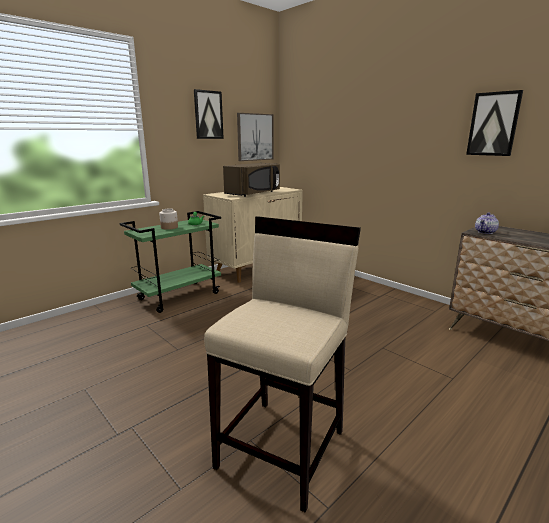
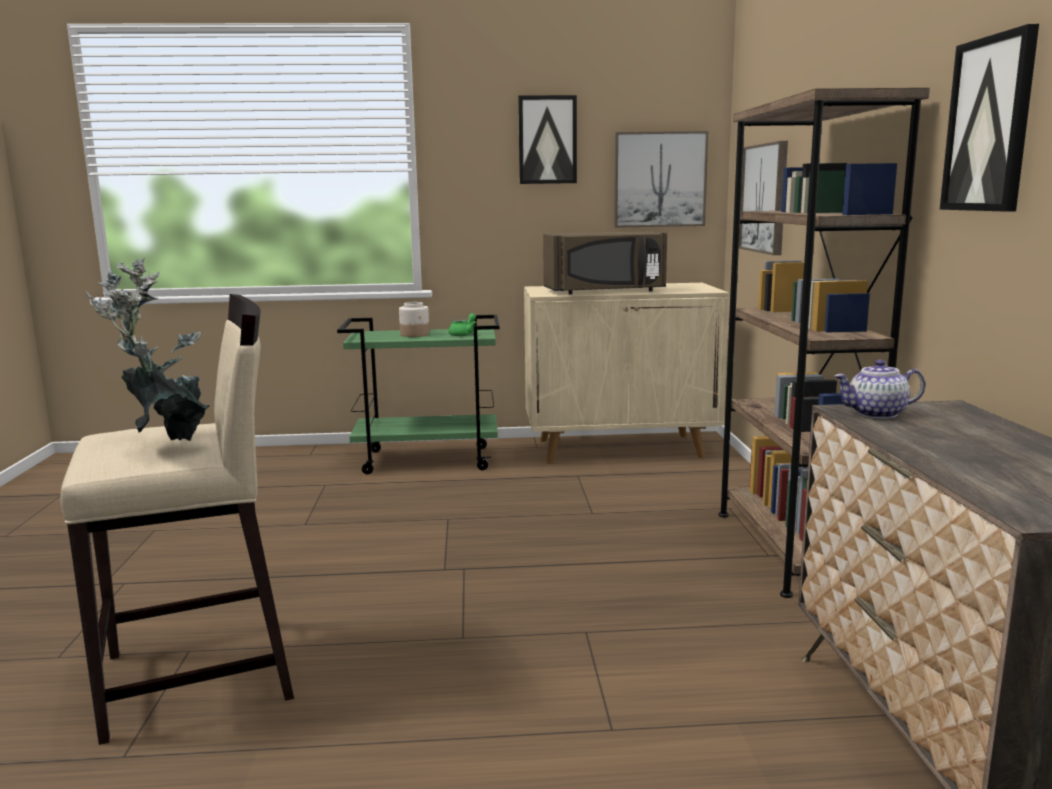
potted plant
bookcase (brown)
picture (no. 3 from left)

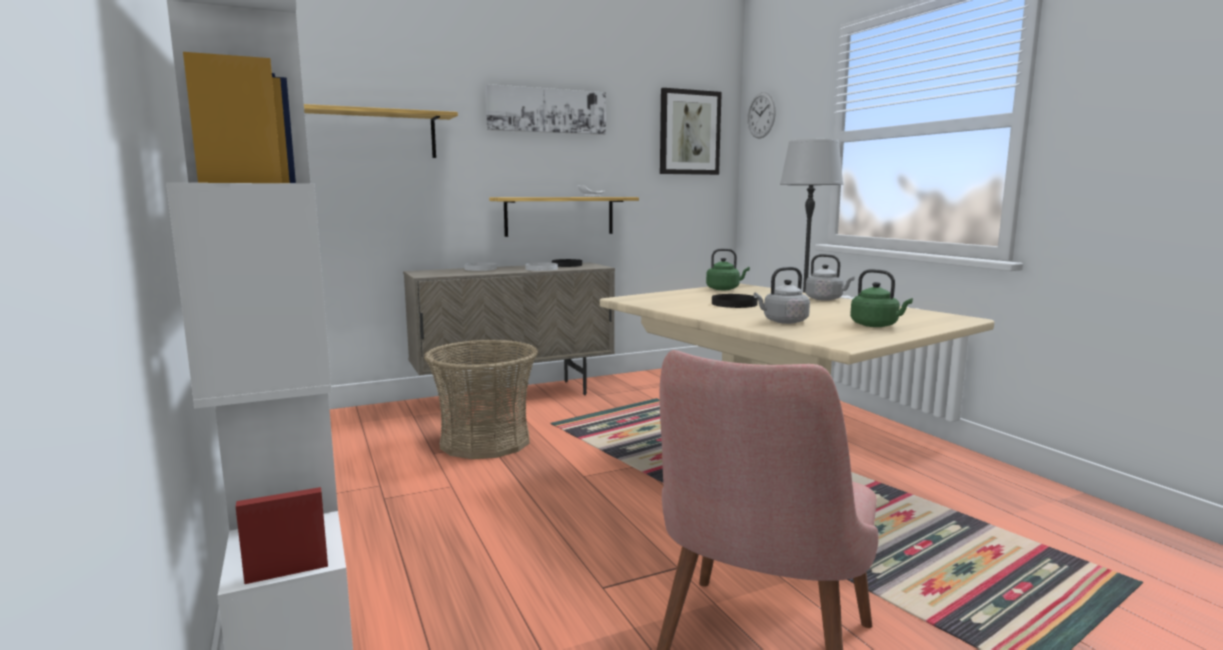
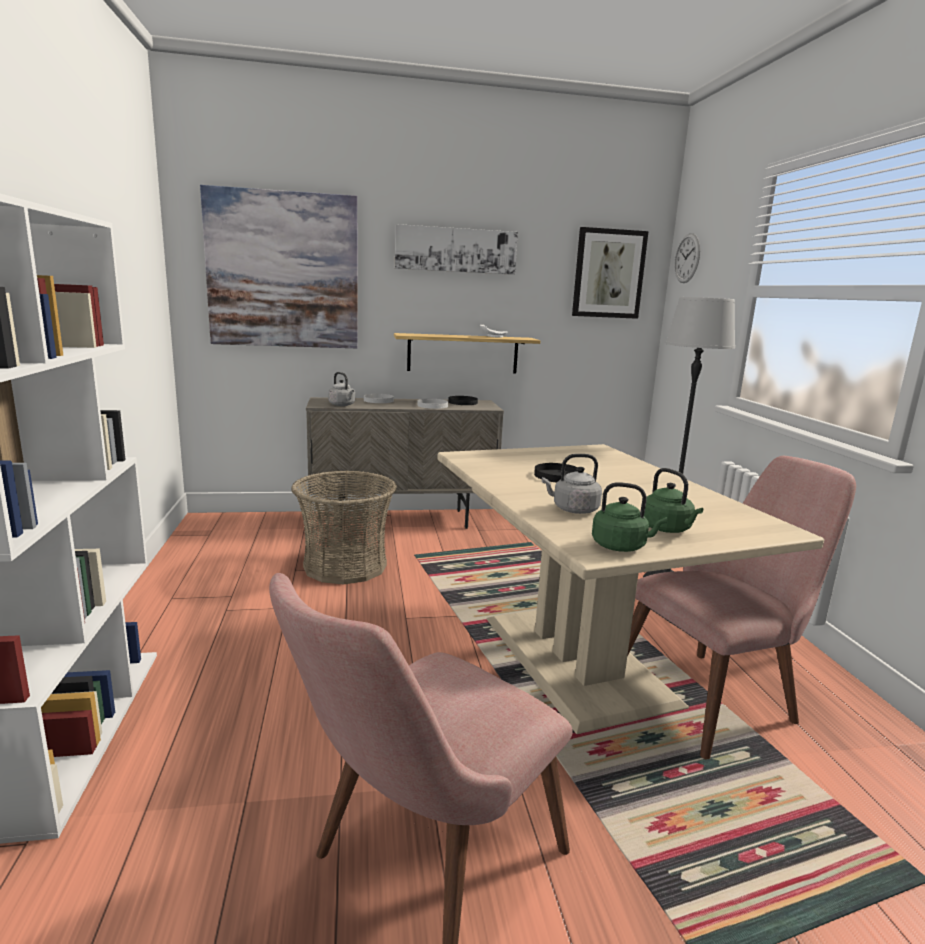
chair (pink) (no. 2 from left)
kettle (green) (no. 1 from left)
kettle (grey) (no. 1 from left)
picture (no. 1 from left)

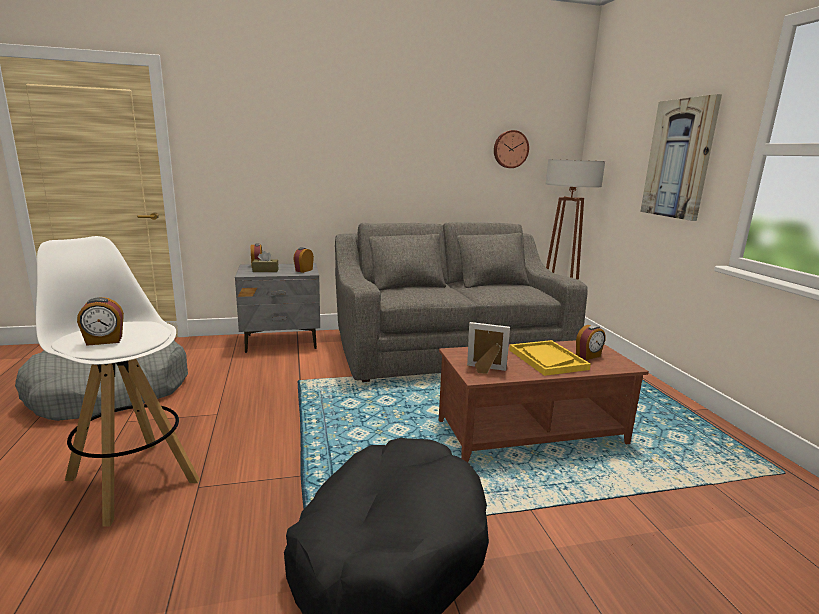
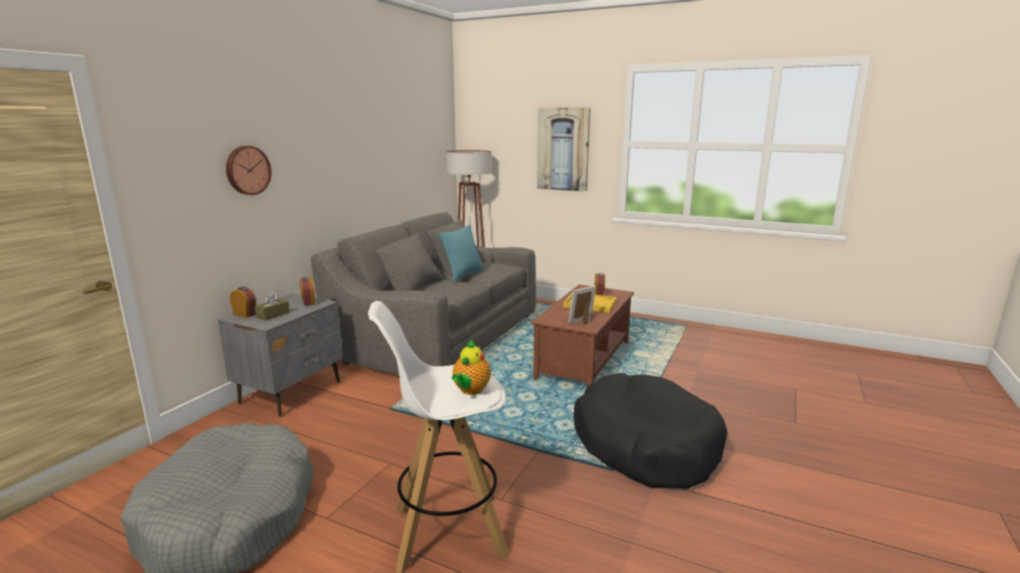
pillow (turquoise)
wall clock
teapot

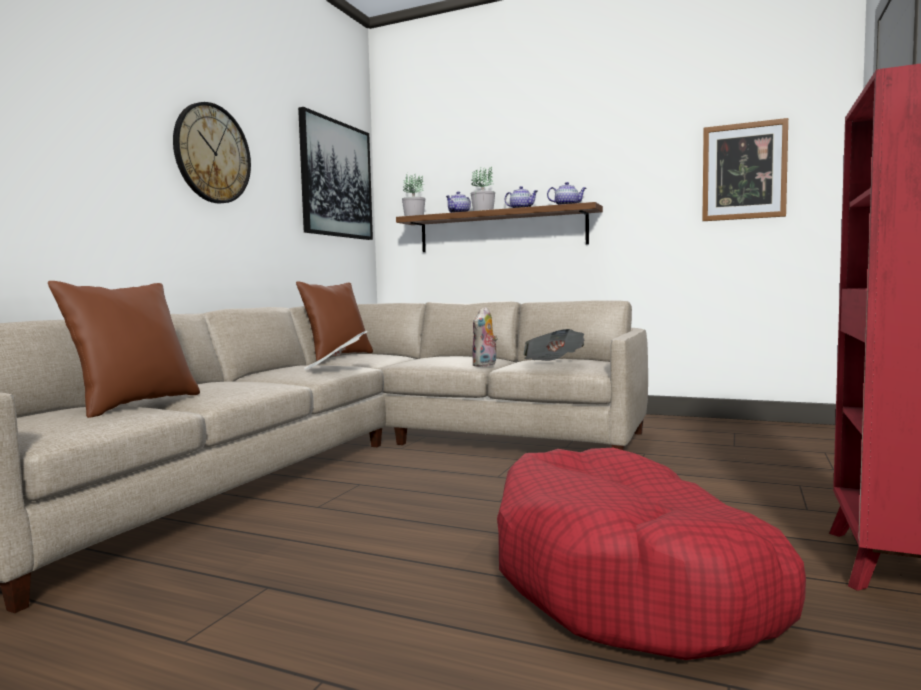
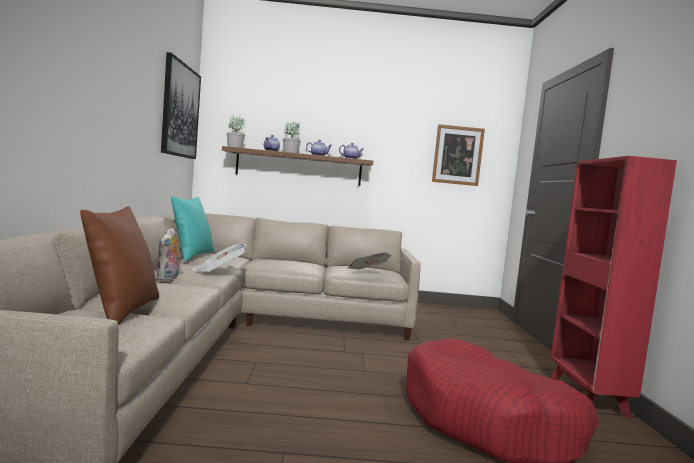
wall clock
plush toy
pillow (turquoise)

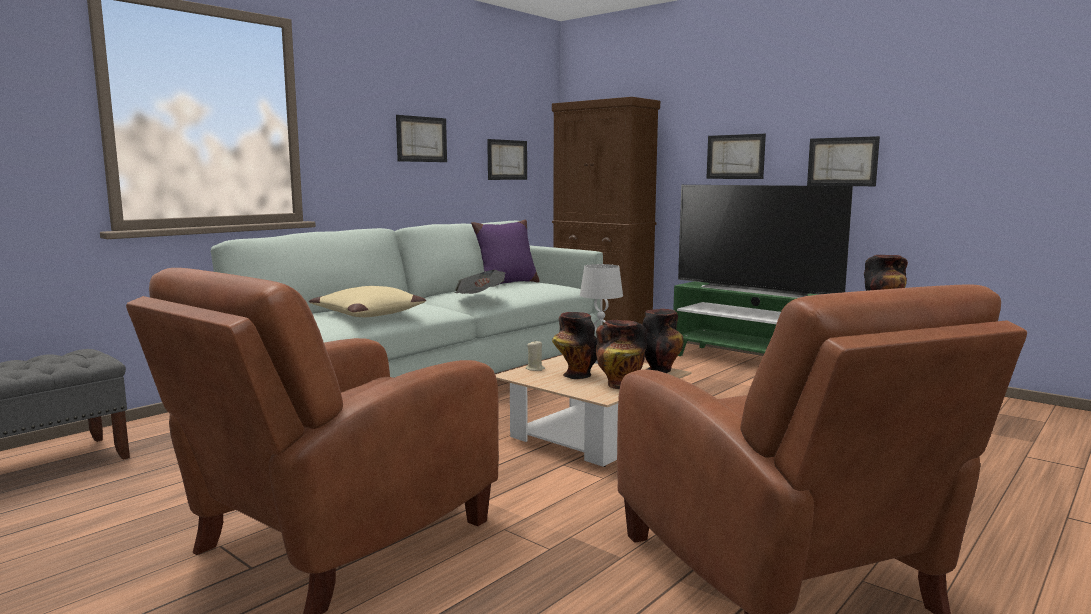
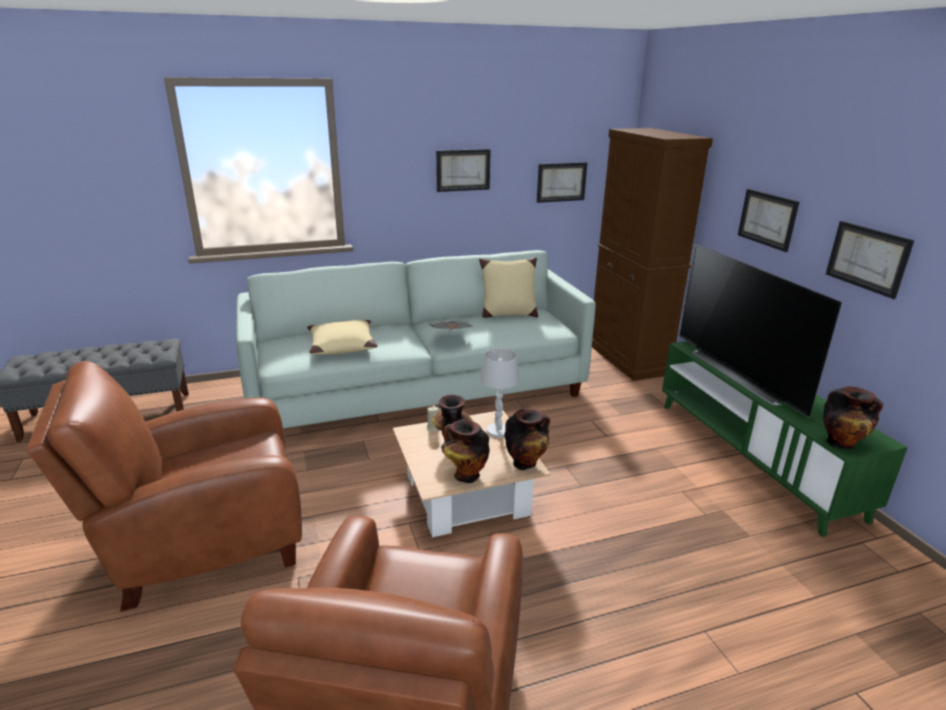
pillow (beige) (no. 2 from left)

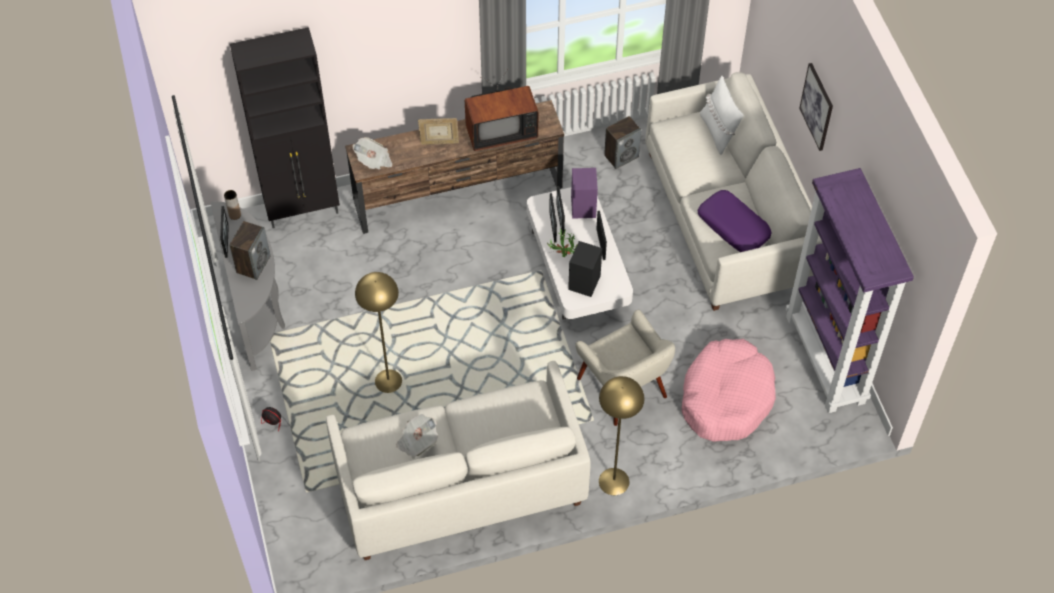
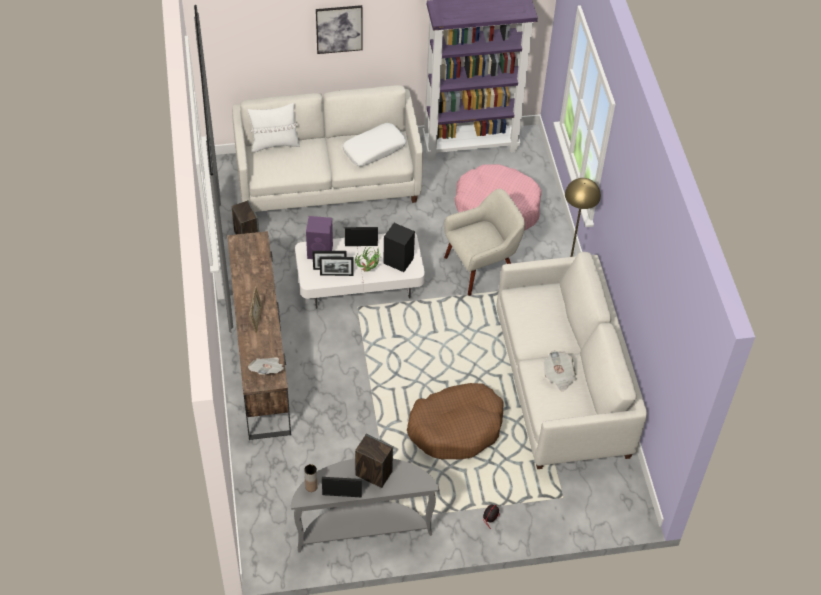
cabinet (black)
television
dog bed (brown)
pillow (white) (no. 2 from left)

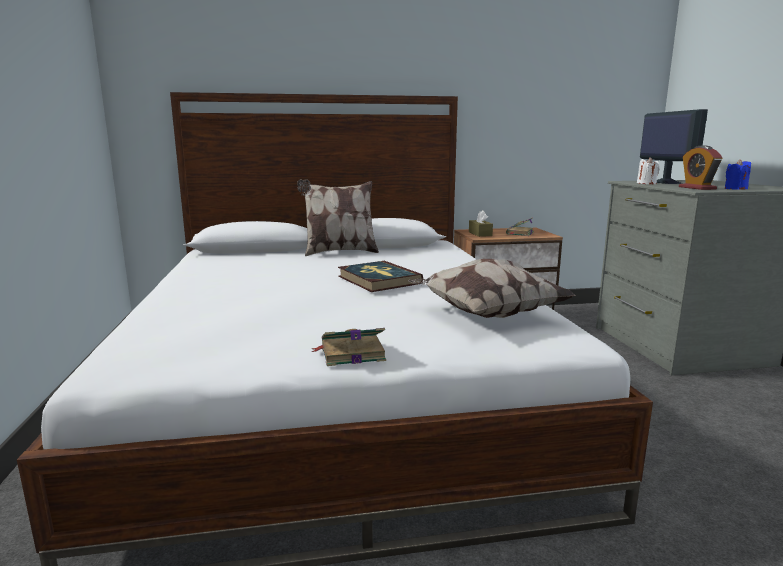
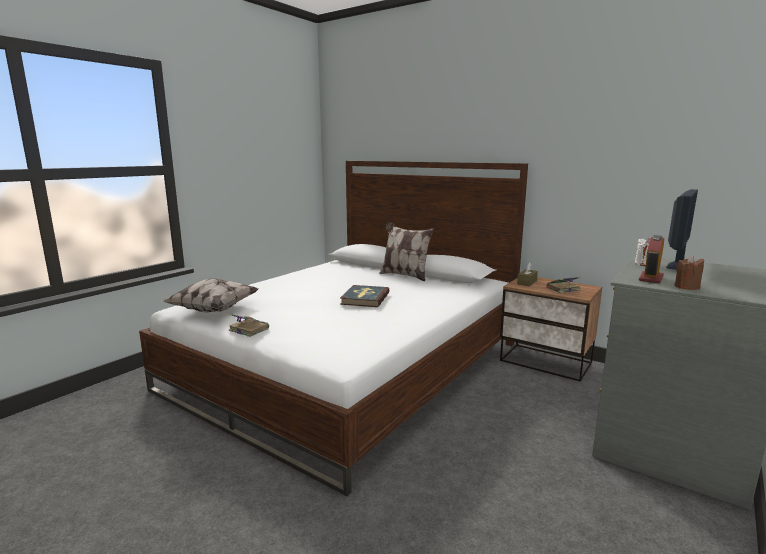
pillow (no. 1 from left)
candle (brown)

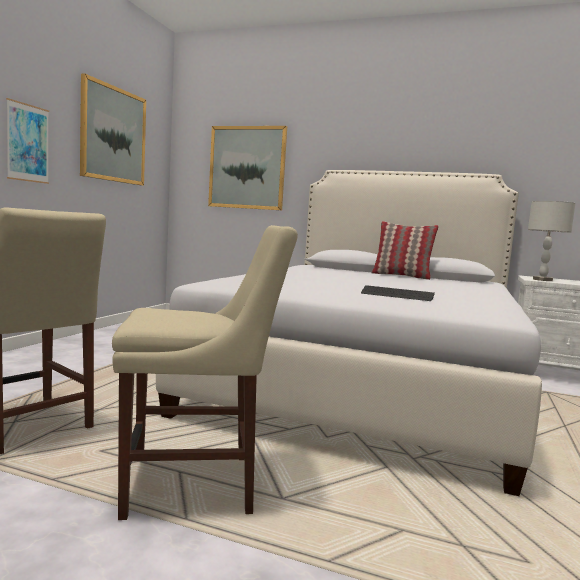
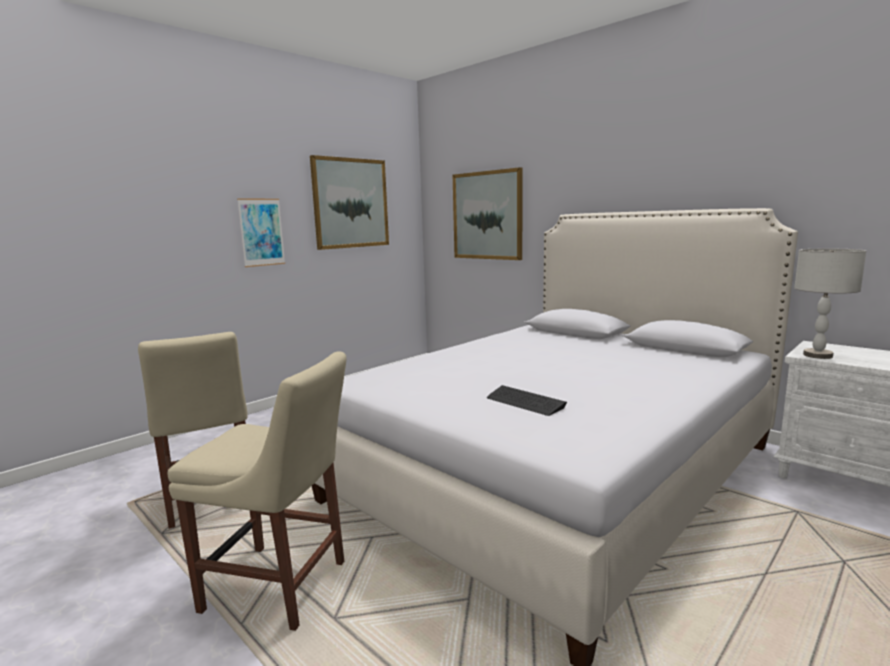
pillow

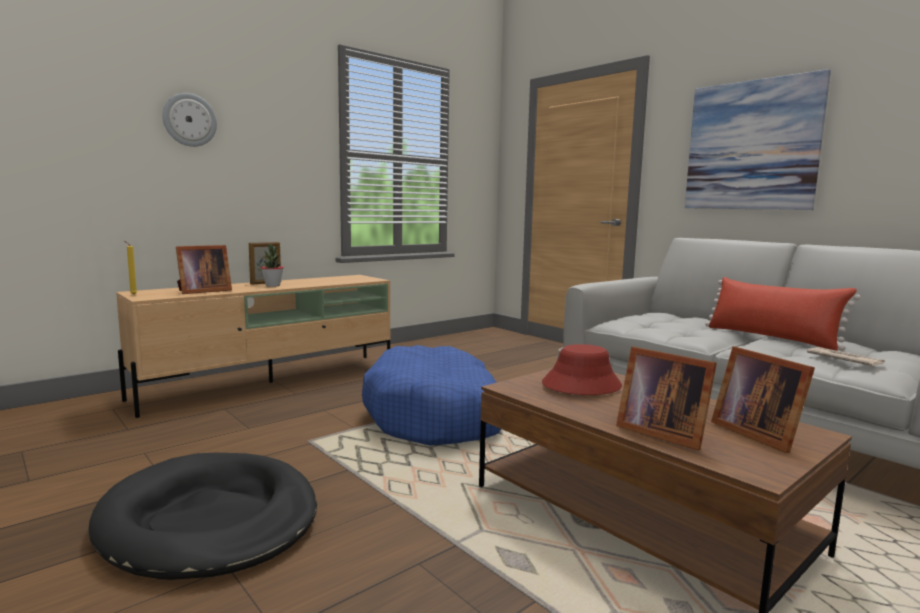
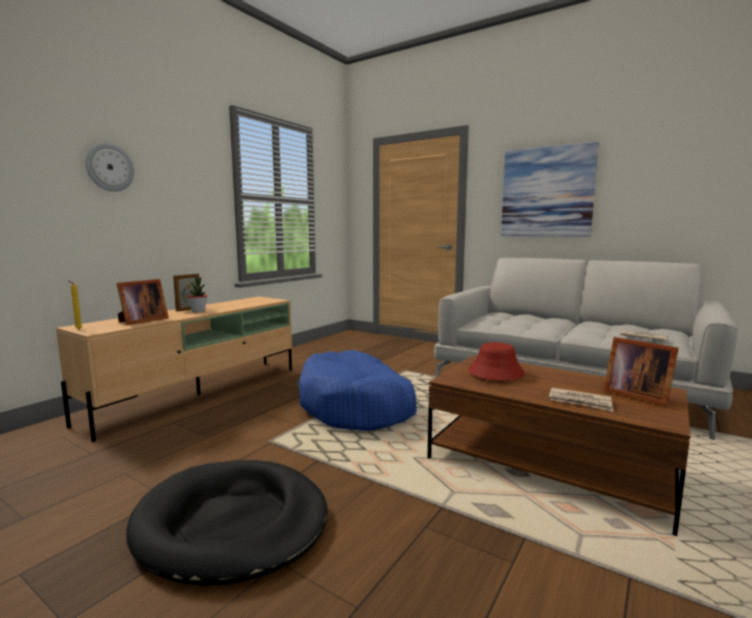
pillow (red)
newspaper (no. 1 from left)

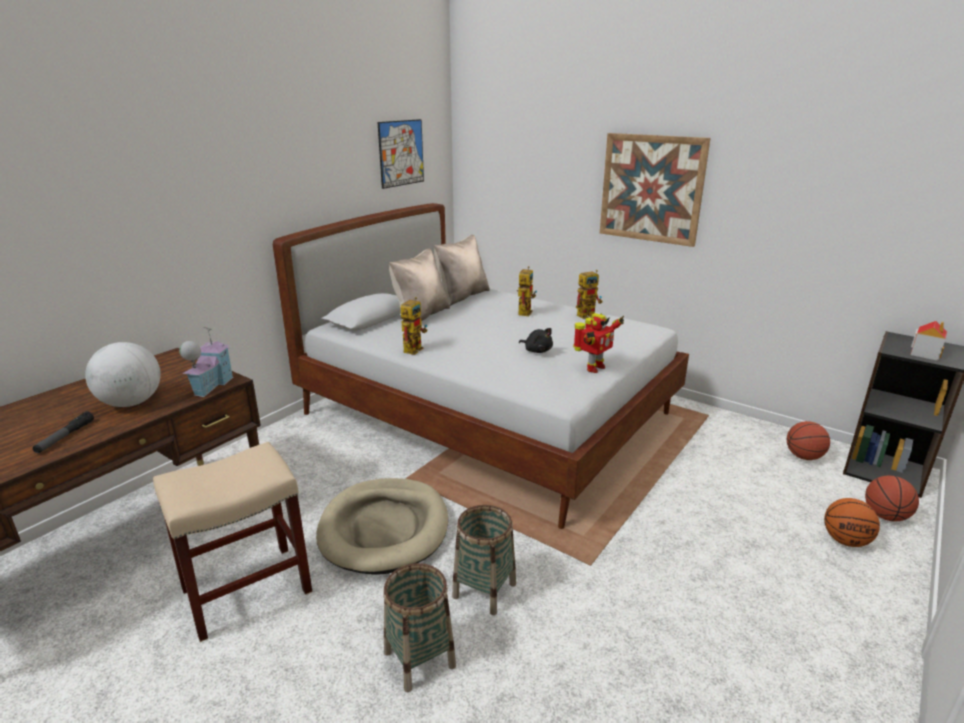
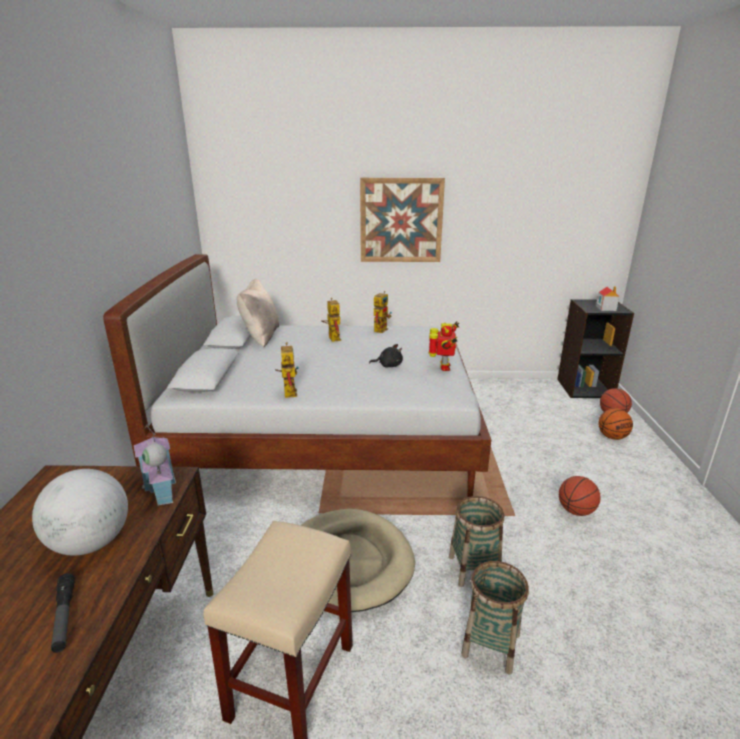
picture (no. 1 from left in the first image)
pillow (beige) (no. 1 from left in the first image)
basketball (no. 1 from left)

